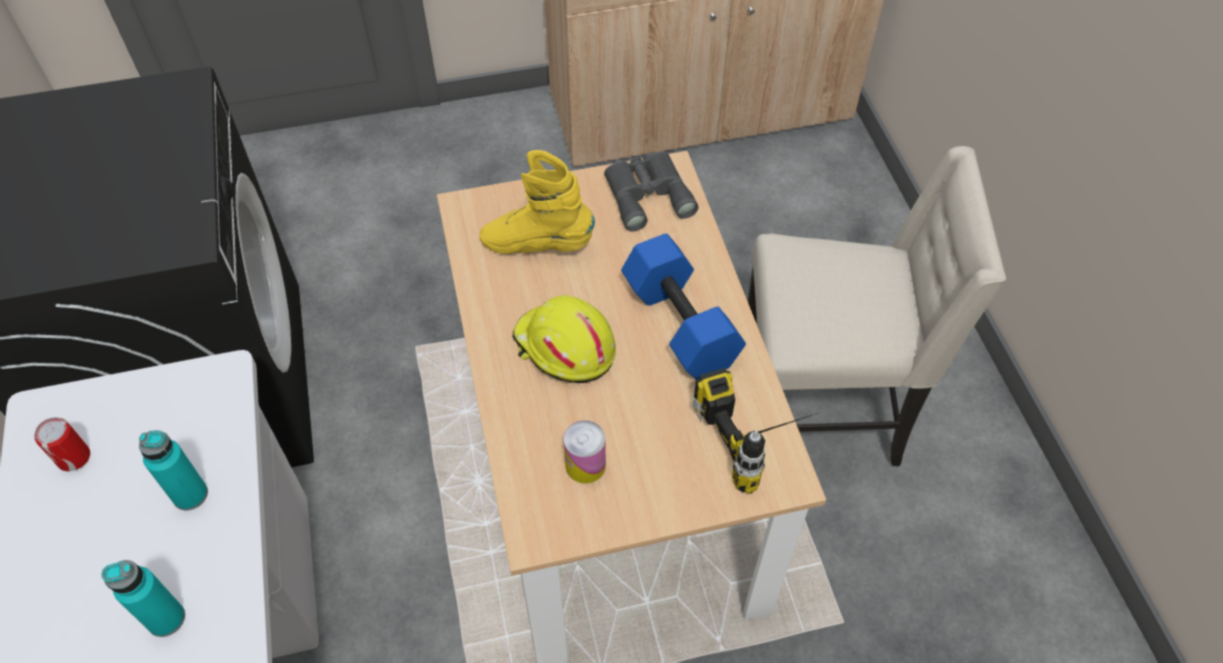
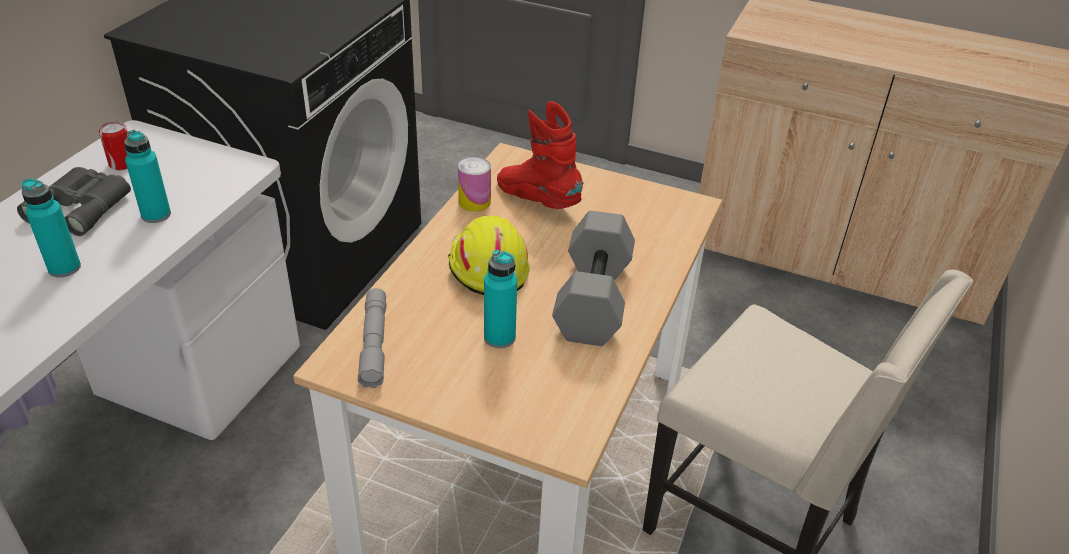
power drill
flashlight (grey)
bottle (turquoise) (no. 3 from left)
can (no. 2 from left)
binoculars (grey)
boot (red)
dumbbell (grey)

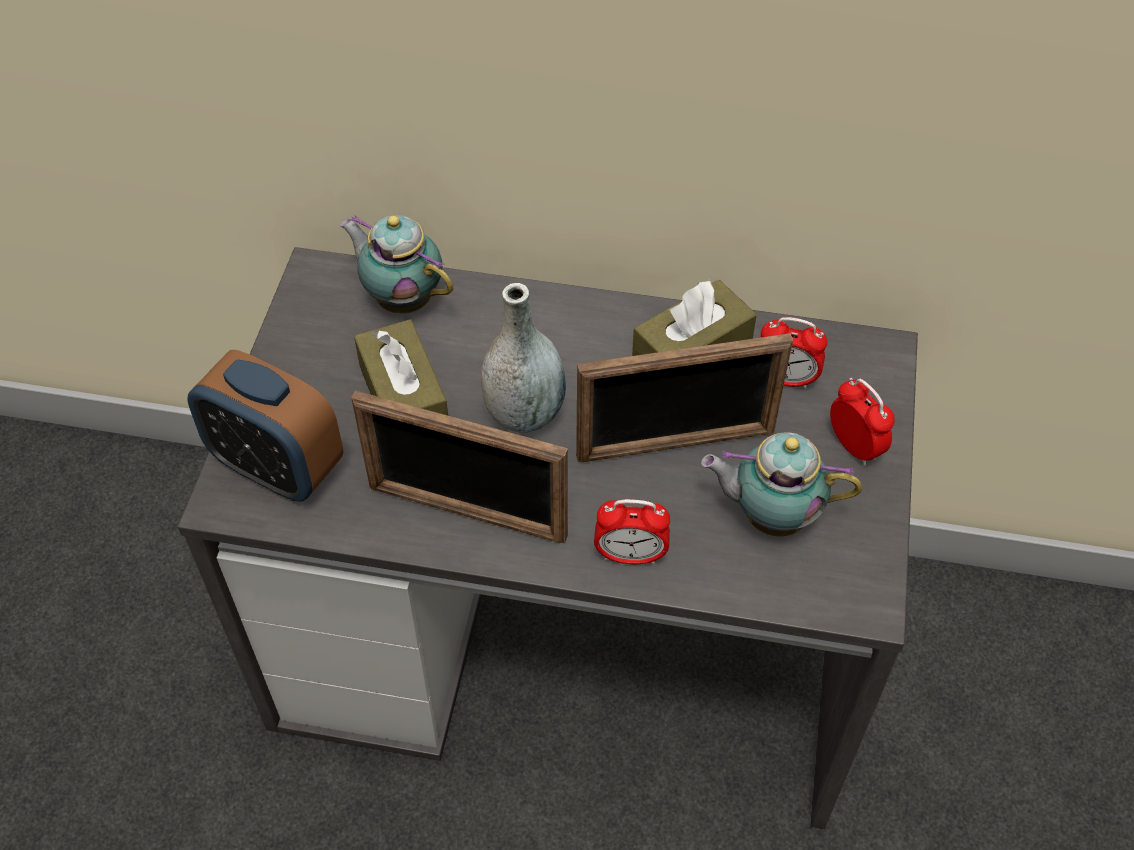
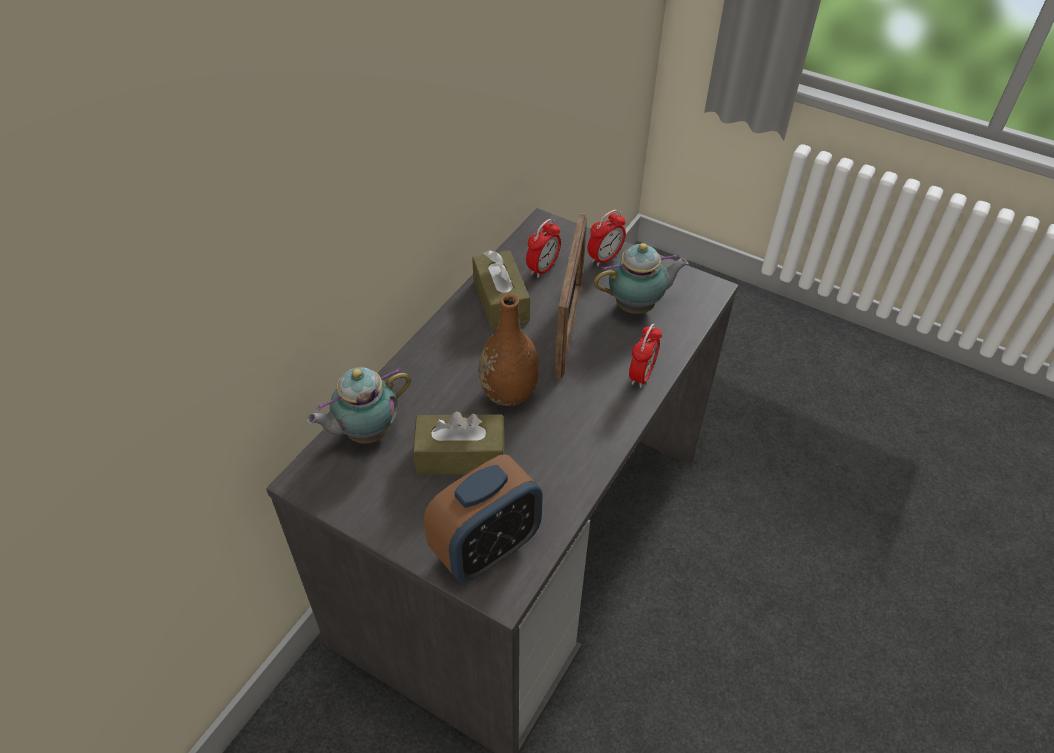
picture frame (no. 1 from left in the first image)
vase (brown)
teapot (no. 2 from left)
alarm clock (no. 3 from left)

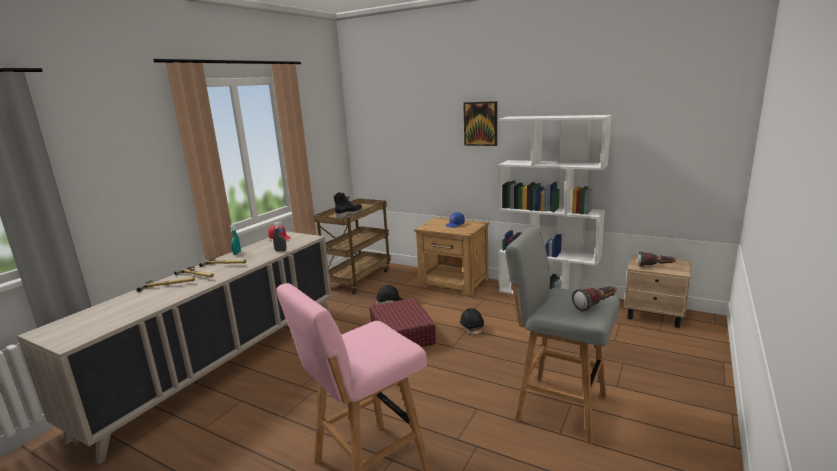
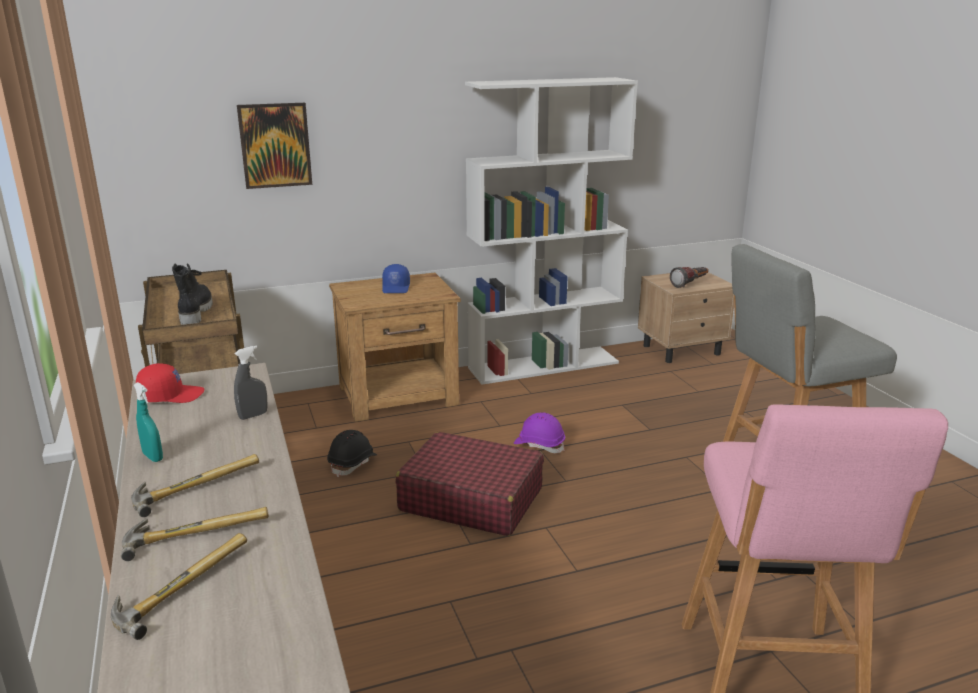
flashlight (no. 1 from left in the first image)
picture
hard hat (purple)

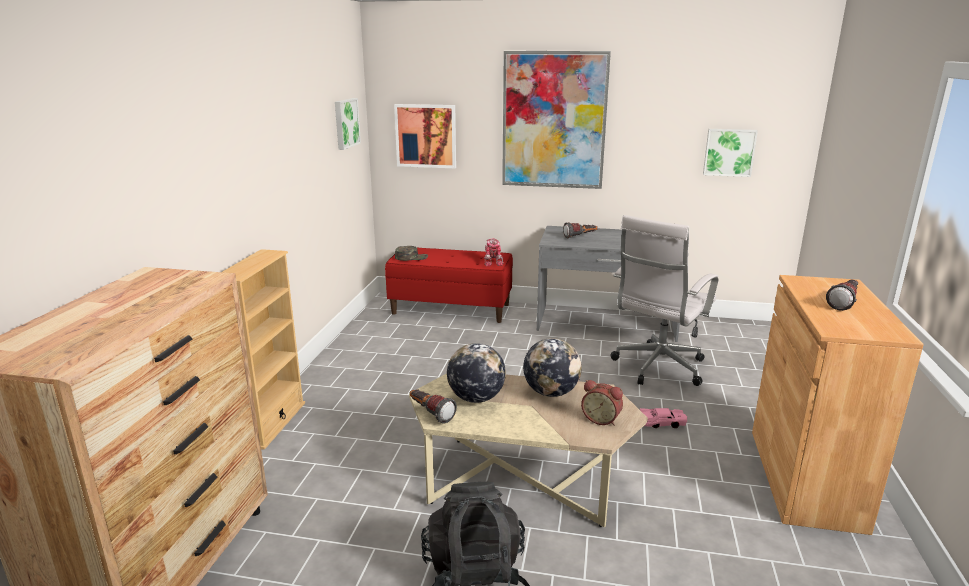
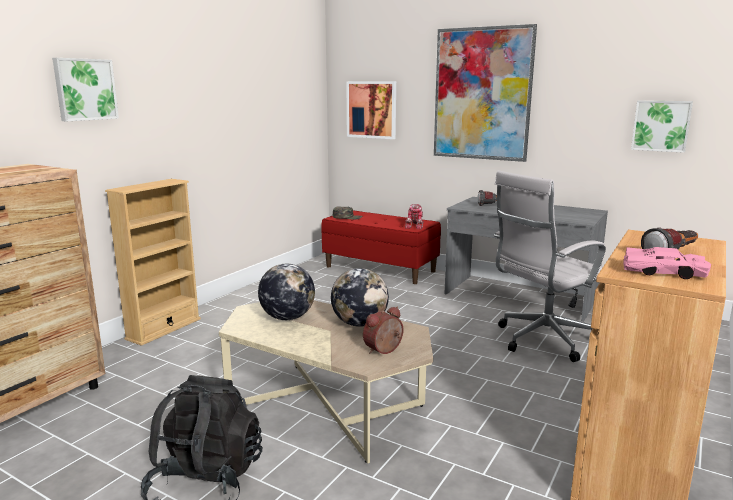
flashlight (no. 1 from left in the first image)
picture (no. 1 from left)
toy car (pink)
alarm clock

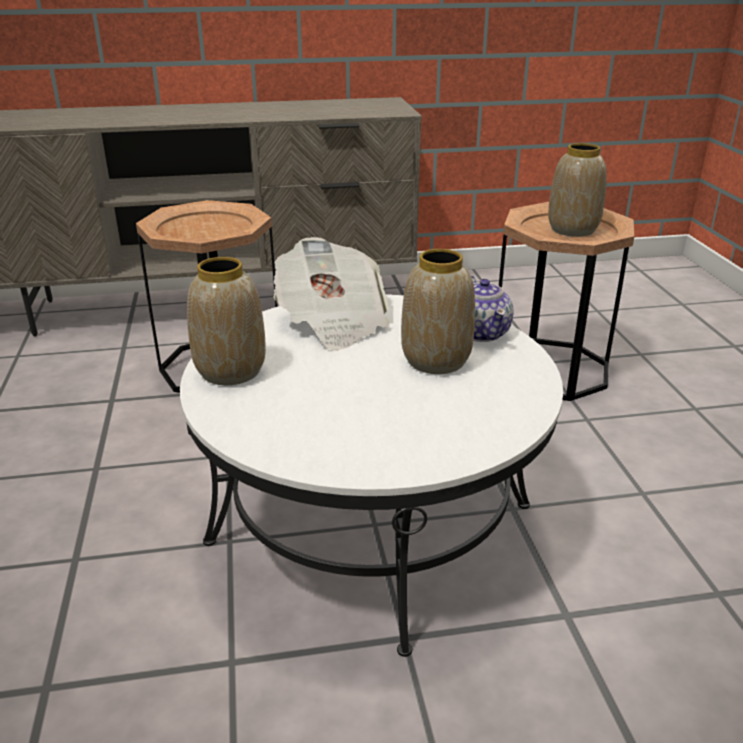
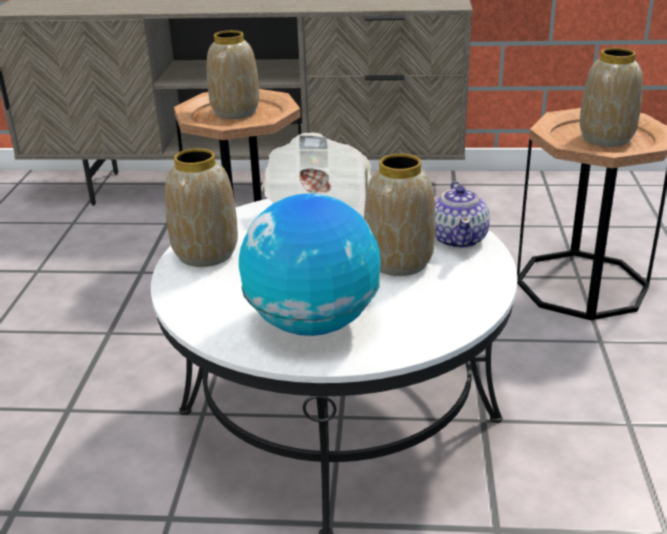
vase (no. 2 from left)
globe

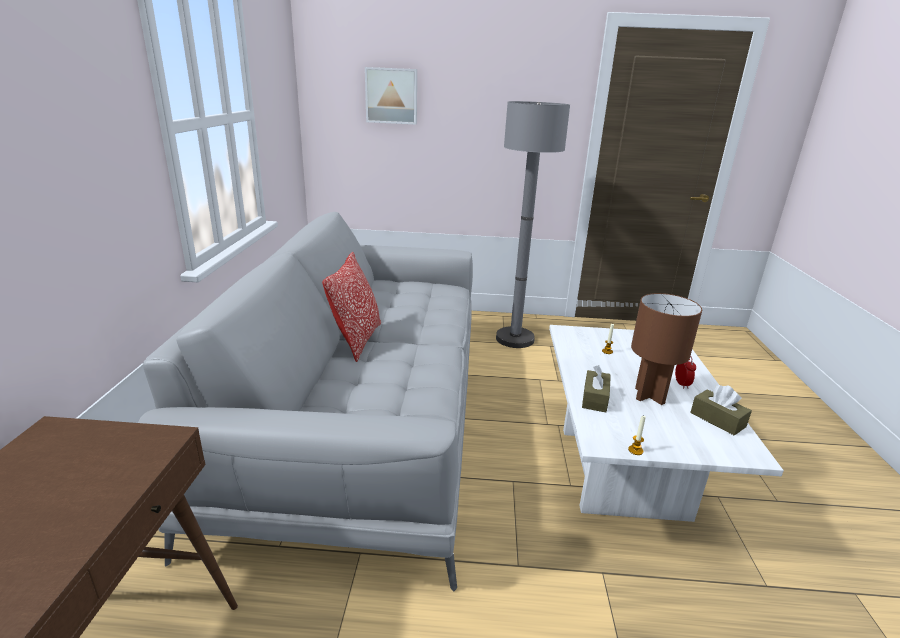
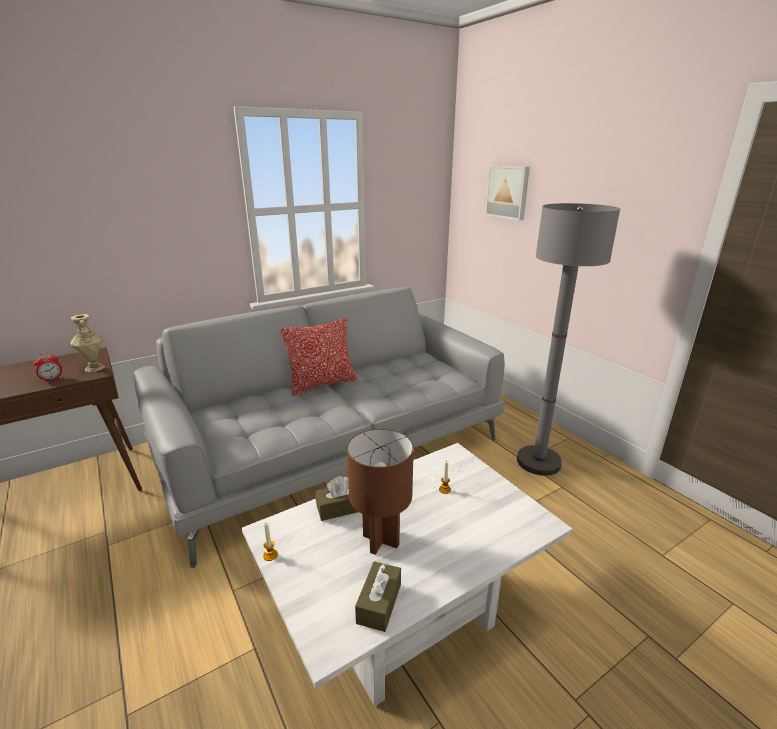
vase (beige)
alarm clock

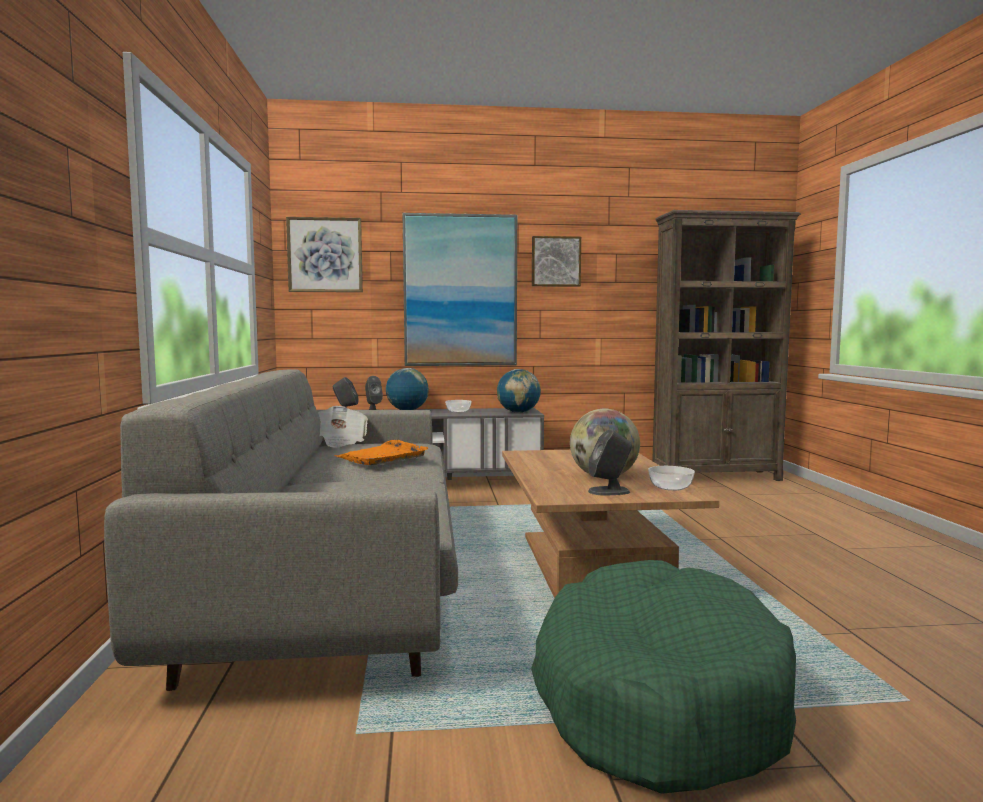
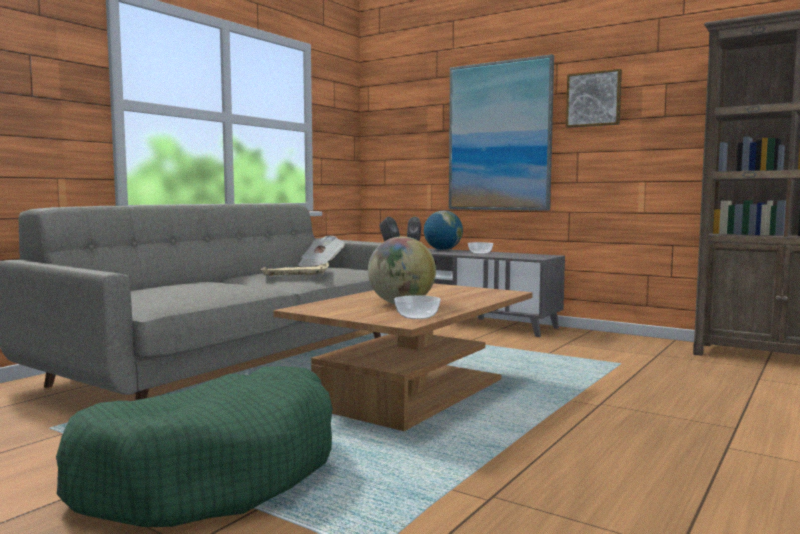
picture (no. 1 from left in the first image)
globe (no. 2 from left in the first image)
speaker (grey) (no. 3 from left in the first image)
tray (beige)

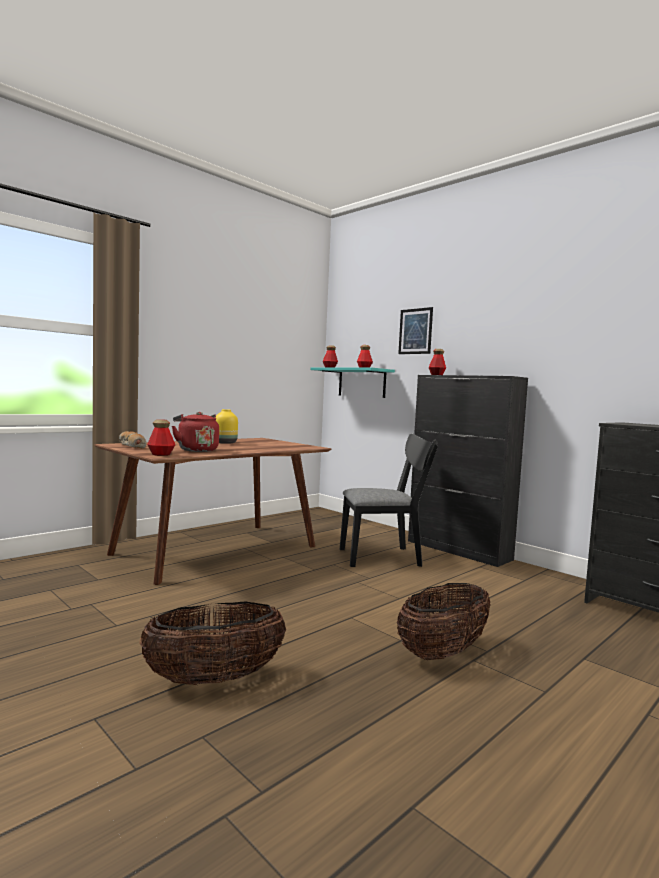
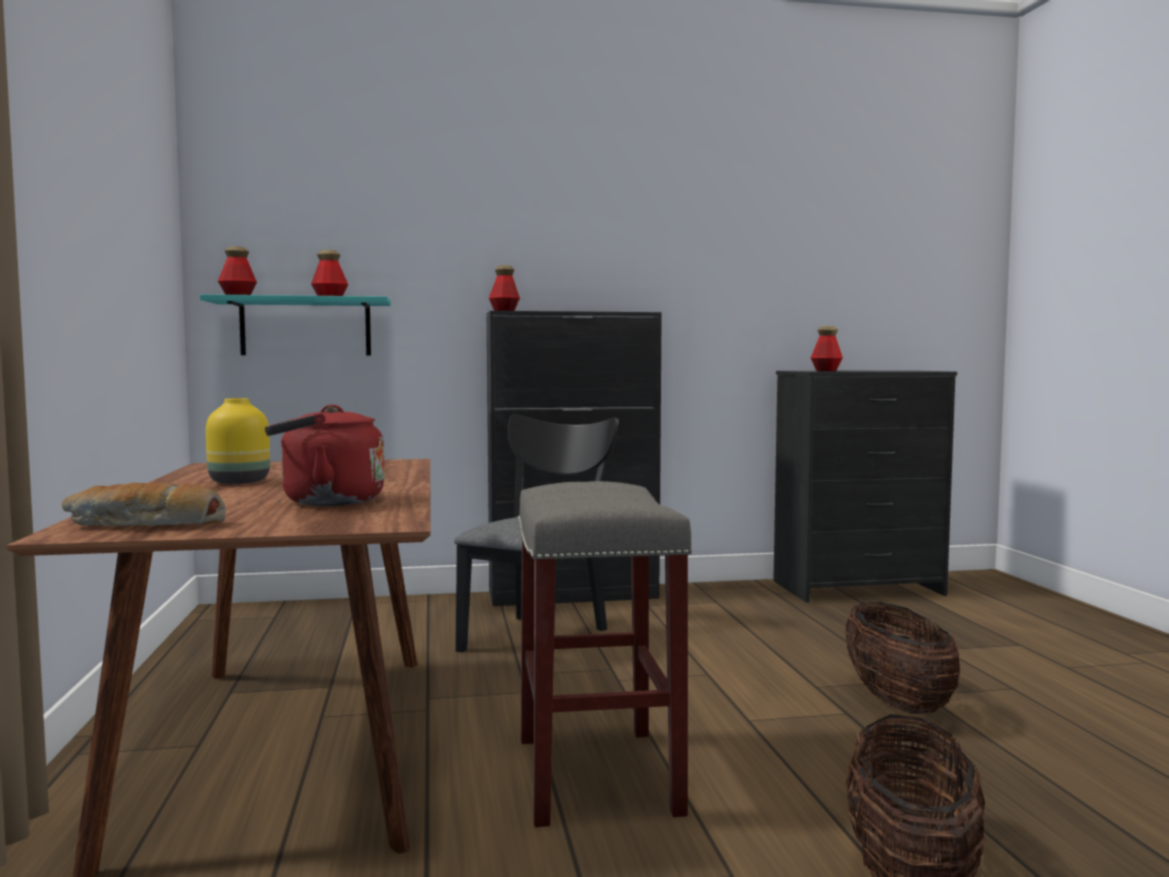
picture
stool (grey)
bottle (no. 4 from left)

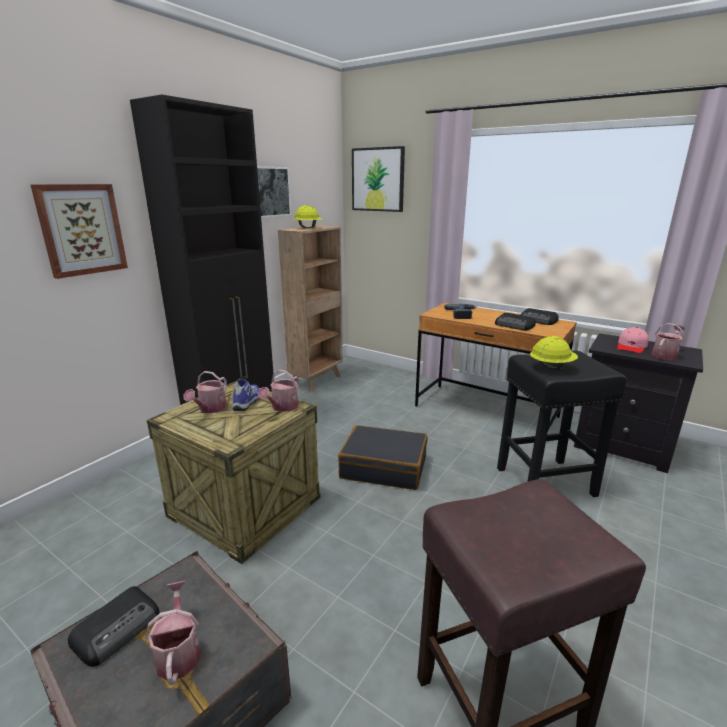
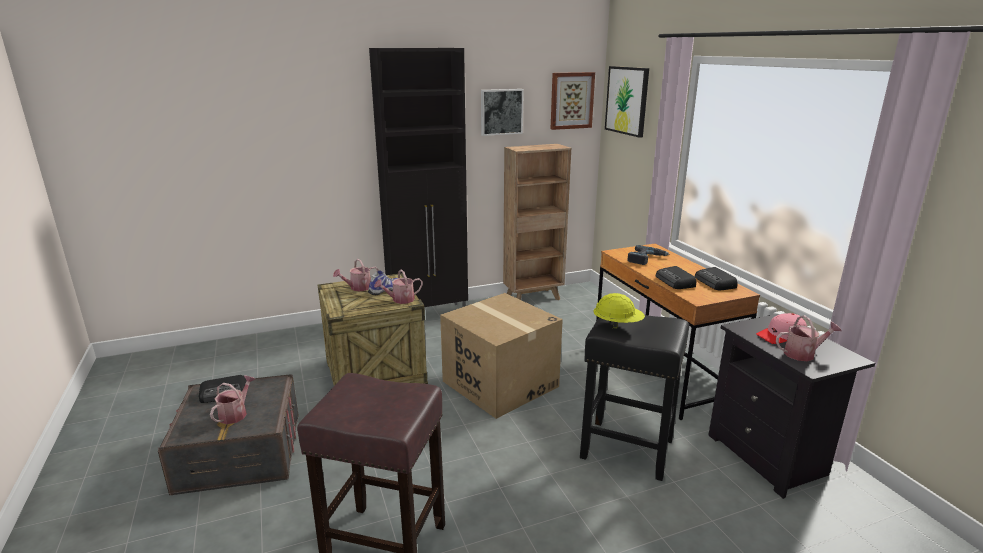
hard hat (yellow) (no. 1 from left in the first image)
picture (no. 2 from left)
cardboard box

